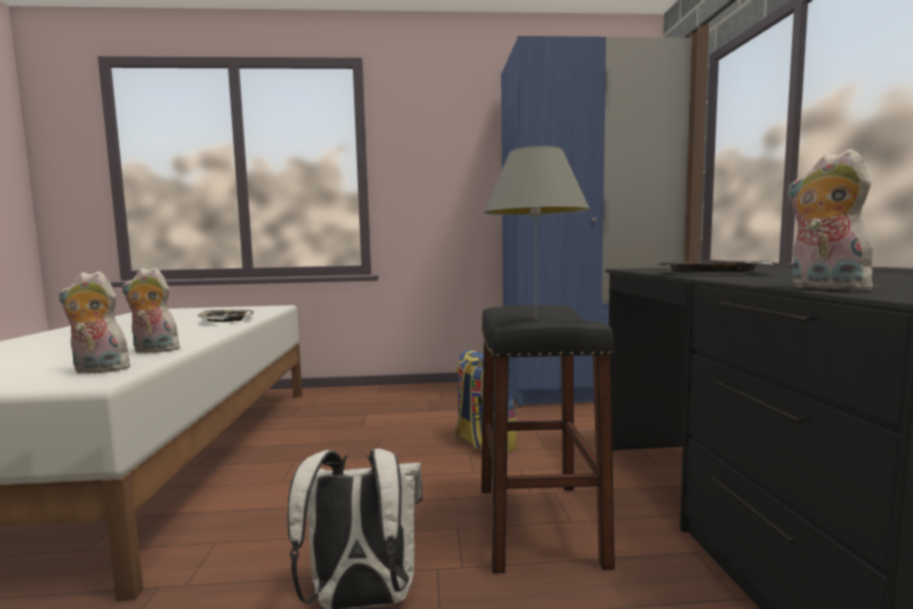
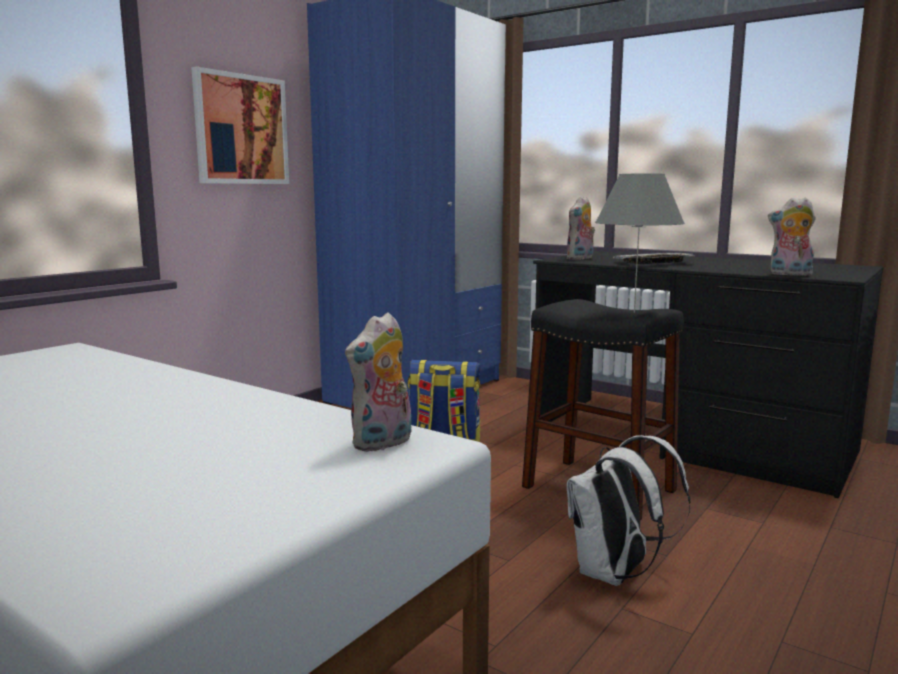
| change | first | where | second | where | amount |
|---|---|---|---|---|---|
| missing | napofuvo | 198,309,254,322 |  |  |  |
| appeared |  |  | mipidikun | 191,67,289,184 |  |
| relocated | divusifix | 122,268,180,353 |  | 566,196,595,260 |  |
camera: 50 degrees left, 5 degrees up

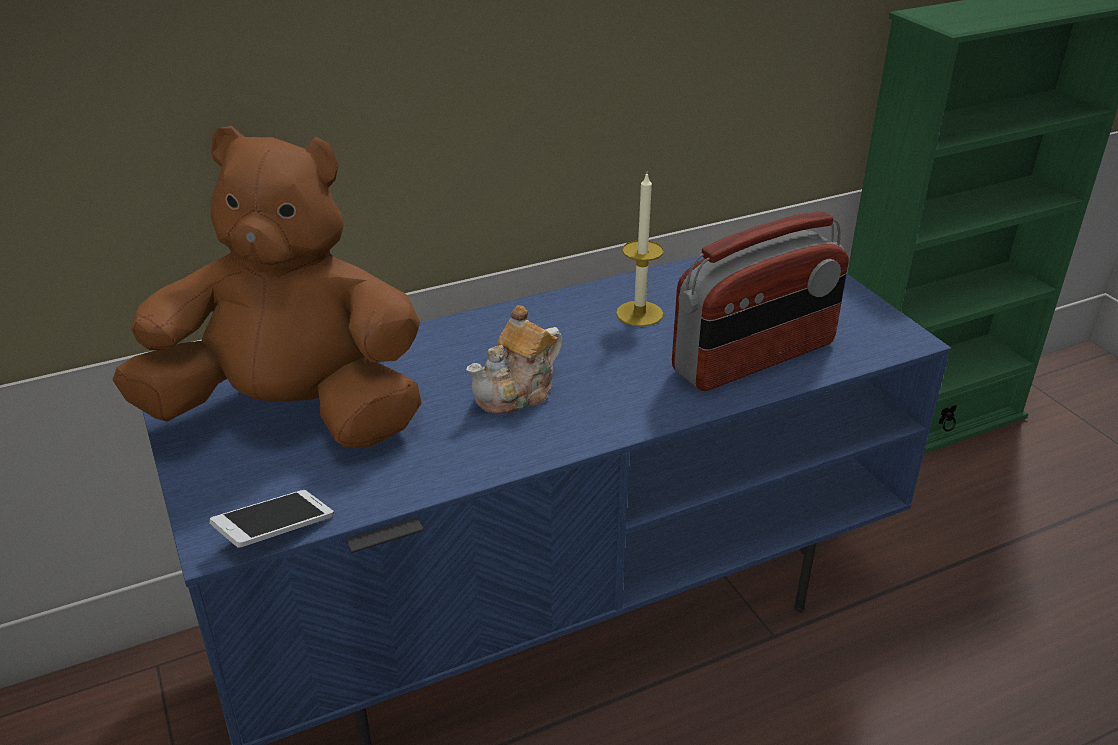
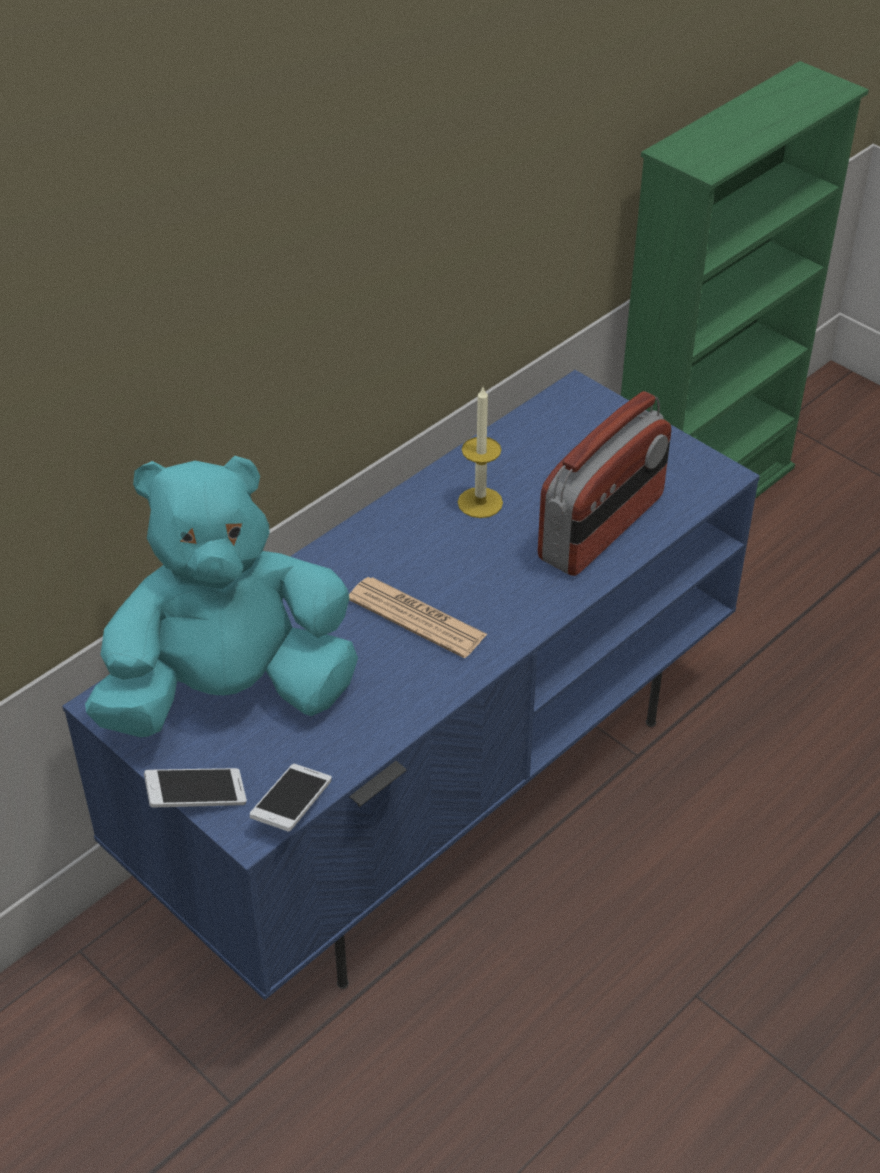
| change | first | where | second | where | amount |
|---|---|---|---|---|---|
| appeared |  |  | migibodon | 144,768,247,807 |  |
| exchanged | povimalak | 467,305,562,414 | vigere | 349,577,488,658 |  |
| colour | brown_divusifix | 112,126,422,447 | turquoise_divusifix | 85,456,358,737 |  |
camera: 20 degrees left, 10 degrees up

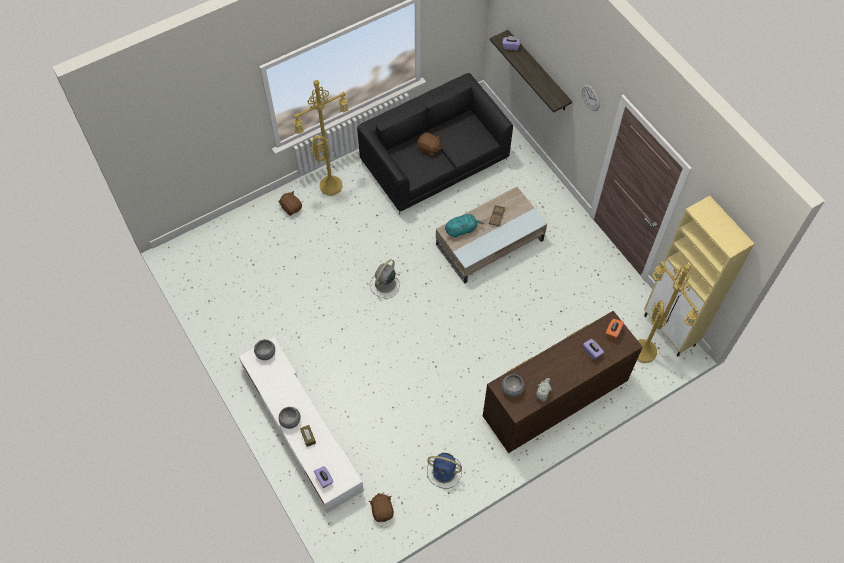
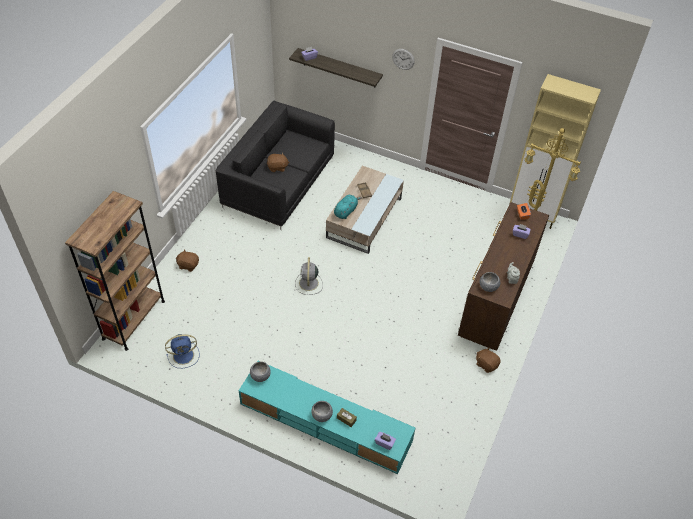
| change | first | where | second | where | amount |
|---|---|---|---|---|---|
| missing | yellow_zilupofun | 293,80,348,196 |  |  |  |
| appeared |  |  | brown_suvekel | 65,191,165,351 |  |
| relocated | brown_divusifix | 369,493,394,522 |  | 476,347,501,373 |  |
| relocated | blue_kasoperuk | 427,453,462,488 |  | 165,334,199,368 |  |
| colour | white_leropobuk | 239,338,364,513 | turquoise_leropobuk | 239,361,415,474 |  |
camera: 35 degrees left, 10 degrees down

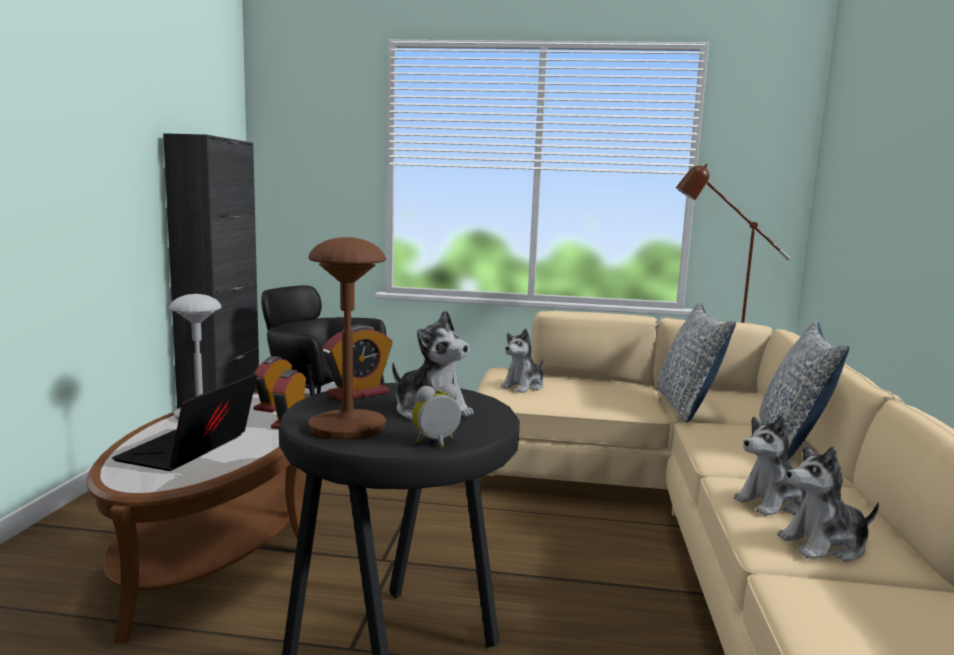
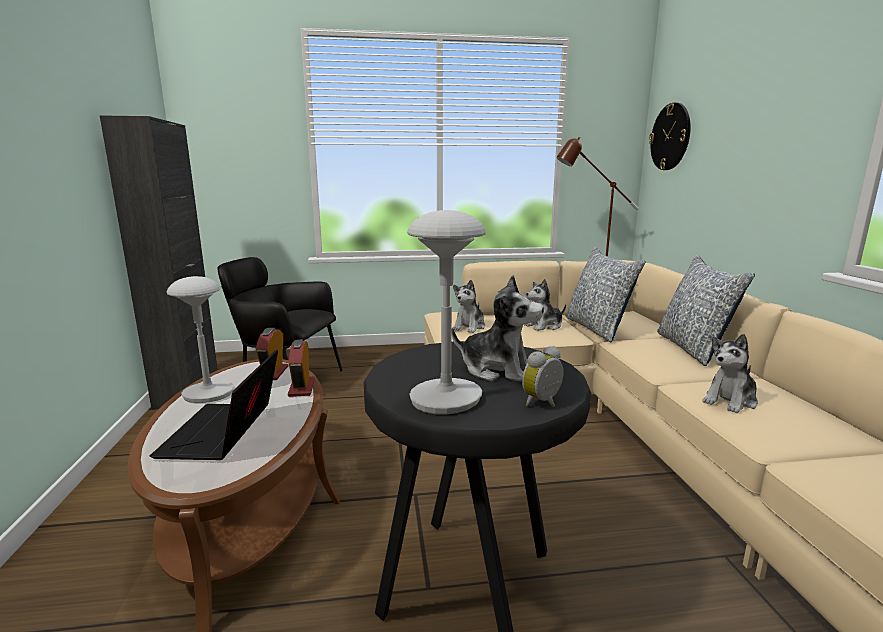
| change | first | where | second | where | amount |
|---|---|---|---|---|---|
| missing | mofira | 323,325,393,401 |  |  |  |
| appeared |  |  | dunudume | 649,103,691,170 |  |
| relocated | divusifix | 777,446,879,562 |  | 524,279,566,331 |  |
| colour | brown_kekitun | 308,237,386,439 | grey_kekitun | 407,210,486,414 |  |
camera: 15 degrees left, 5 degrees up

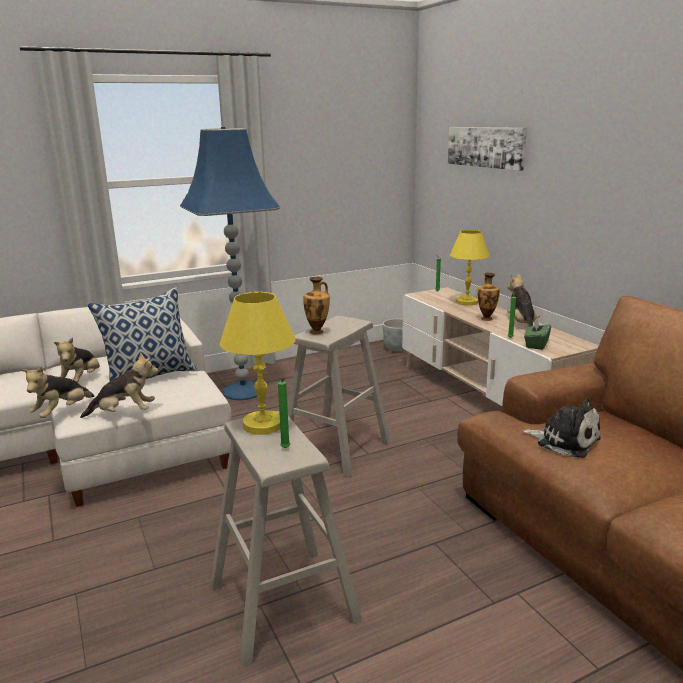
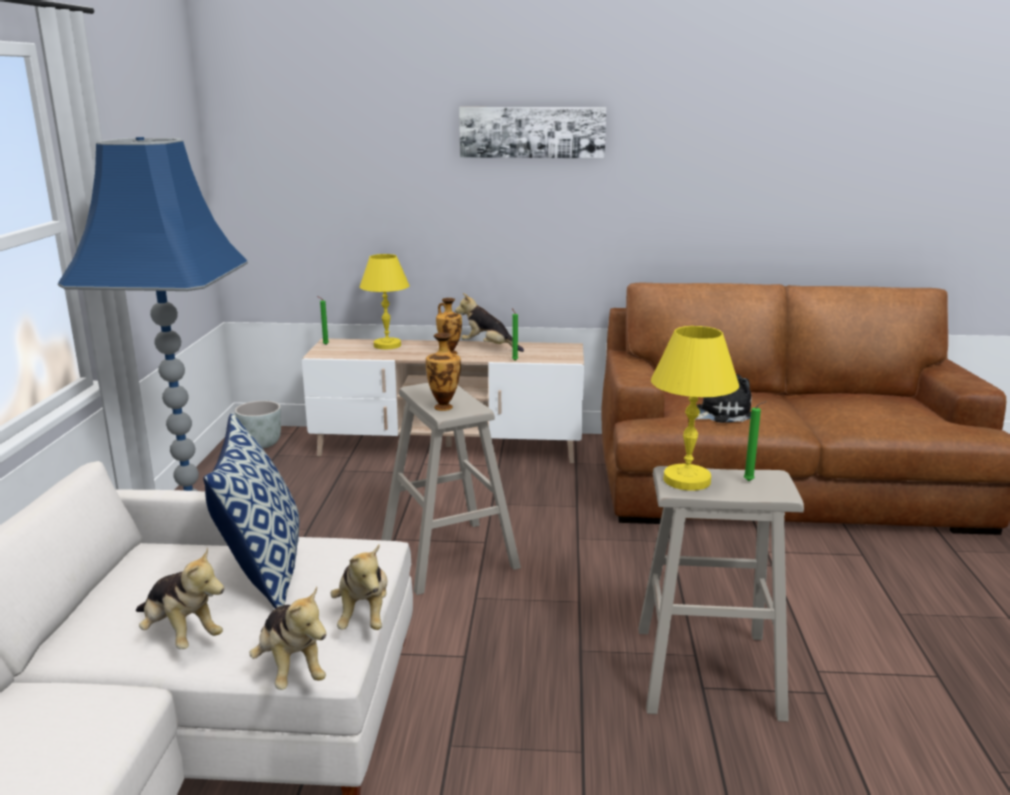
| change | first | where | second | where | amount |
|---|---|---|---|---|---|
| missing | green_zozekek | 524,319,551,350 |  |  |  |
| relocated | mipidikun | 448,127,527,171 |  | 459,107,607,158 |  |
| spun | divusifix | 80,352,158,418 |  | 330,544,388,630 | 150 degrees clockwise |
camera: 60 degrees left, 0 degrees up

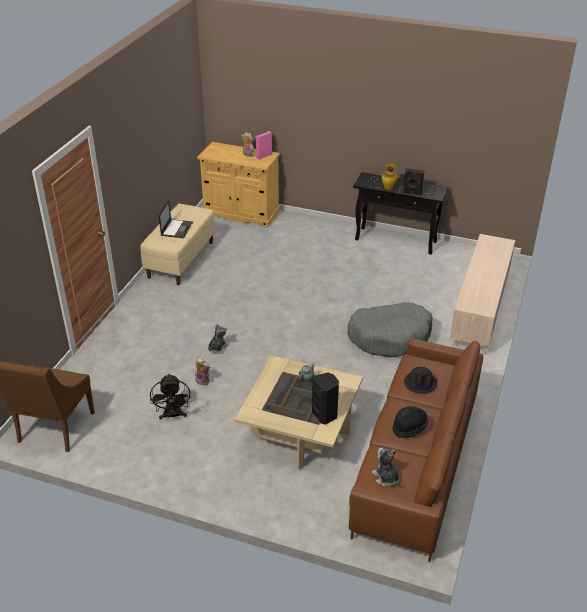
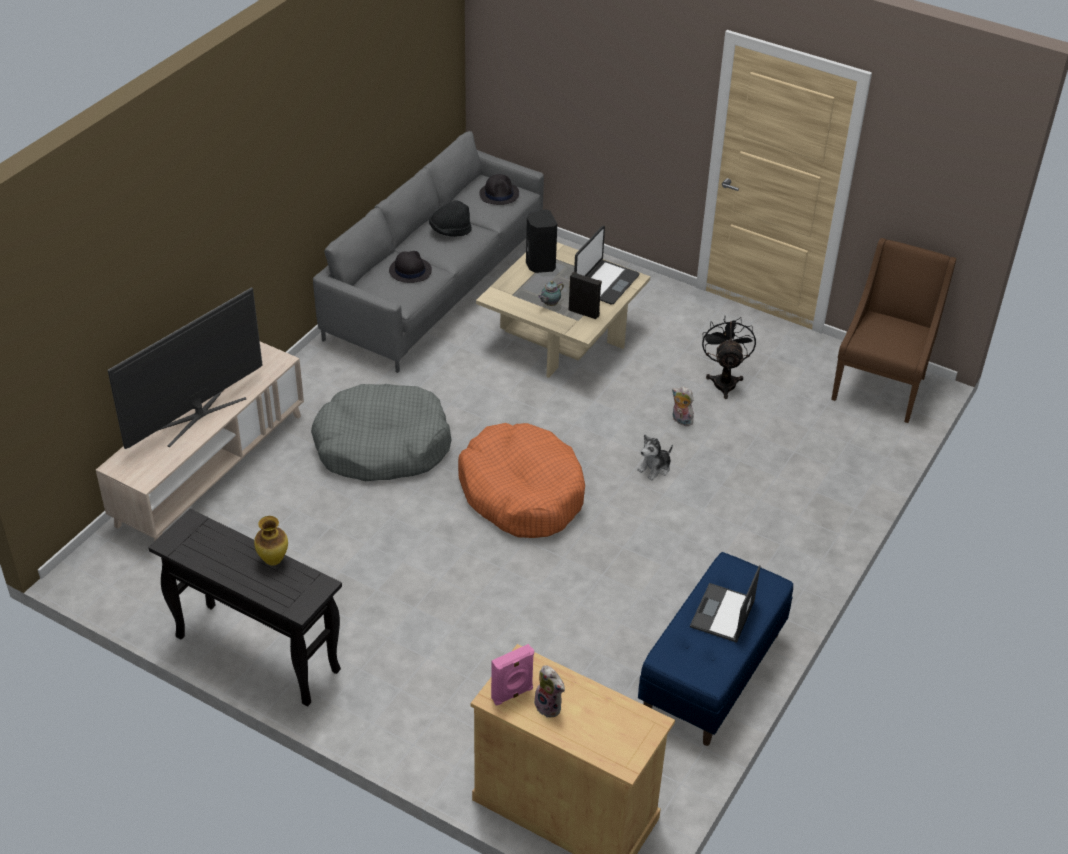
| change | first | where | second | where | amount |
|---|---|---|---|---|---|
| appeared |  |  | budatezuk | 108,287,262,449 |  |
| appeared |  |  | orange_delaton | 458,423,585,538 |  |
| appeared |  |  | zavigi | 574,226,640,304 |  |
| relocated | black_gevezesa | 403,168,425,195 |  | 569,272,602,319 |  |
| exchanged | divusifix | 372,448,398,486 | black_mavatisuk | 479,174,519,205 |  |
| colour | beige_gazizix | 140,204,215,285 | blue_gazizix | 638,552,793,746 |  |
| colour | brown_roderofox | 349,339,483,562 | grey_roderofox | 313,131,544,373 |  |
camera: 170 degrees left, 5 degrees up

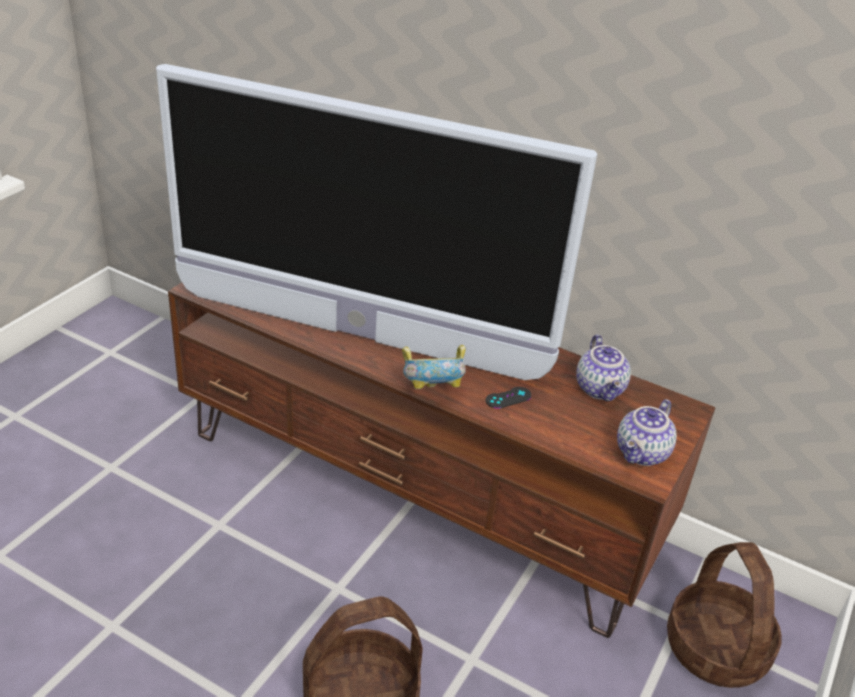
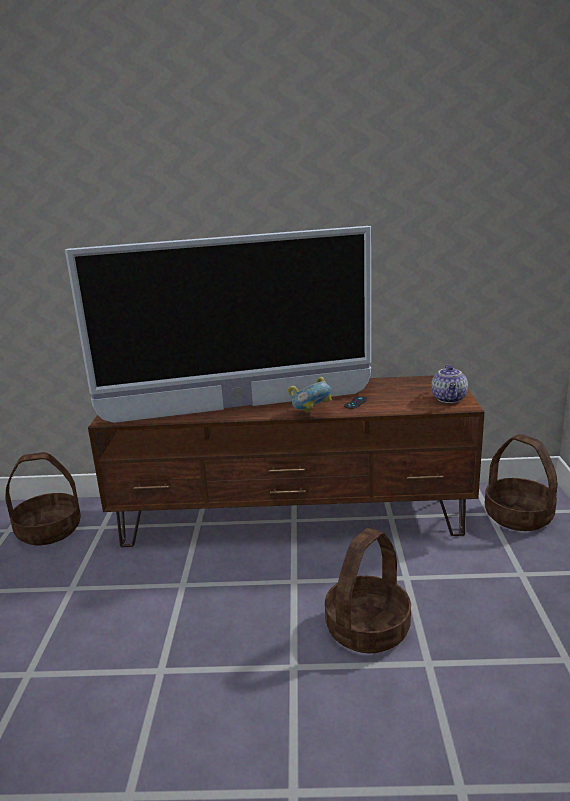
| change | first | where | second | where | amount |
|---|---|---|---|---|---|
| missing | povimalak | 576,335,631,402 |  |  |  |
| appeared |  |  | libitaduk | 5,452,81,545 |  |
camera: 25 degrees left, 15 degrees down

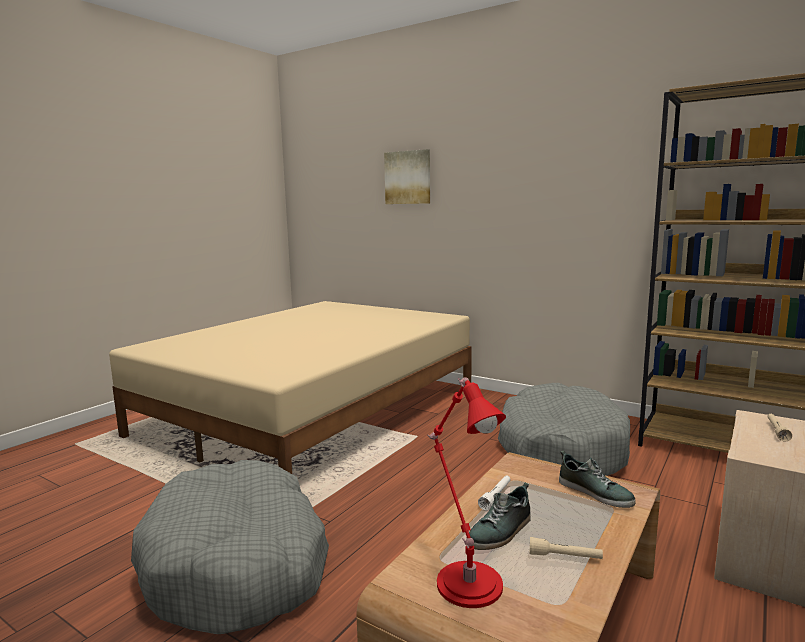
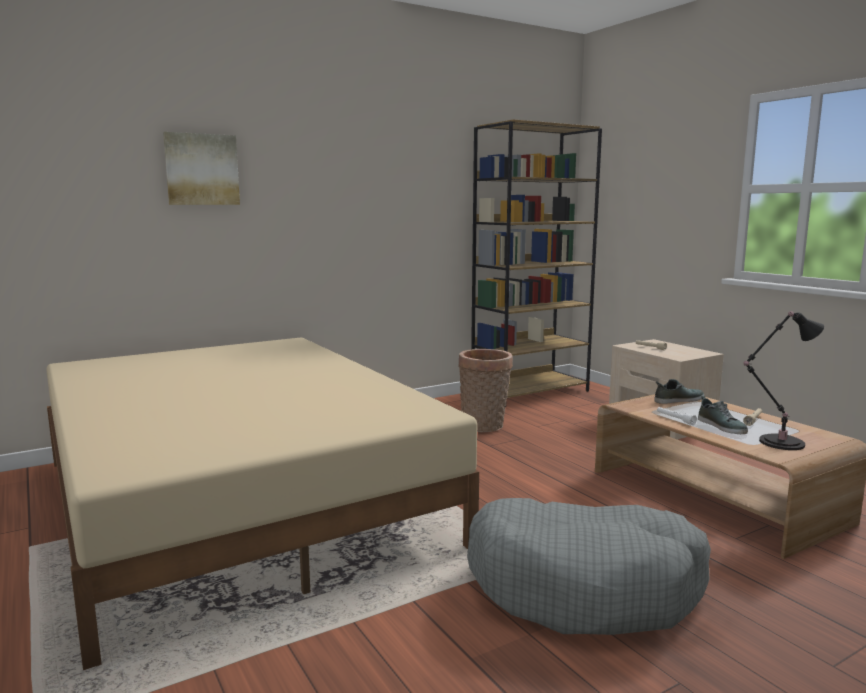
| change | first | where | second | where | amount |
|---|---|---|---|---|---|
| exchanged | grey_delaton | 498,383,630,476 | libitaduk | 458,349,513,432 |  |
| colour | red_kekitun | 427,377,506,608 | black_kekitun | 744,311,824,450 |  |
camera: 65 degrees left, 0 degrees up

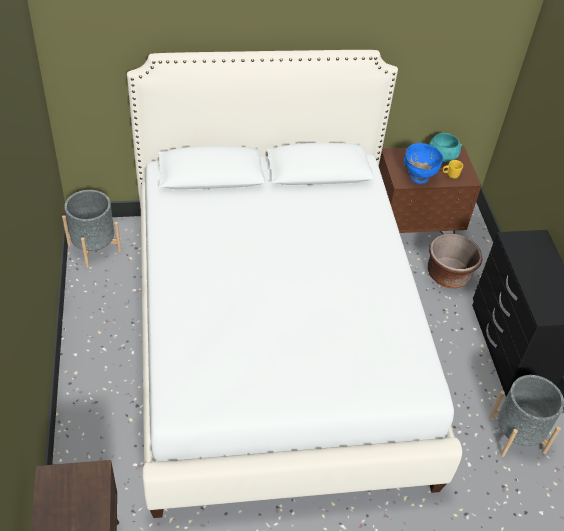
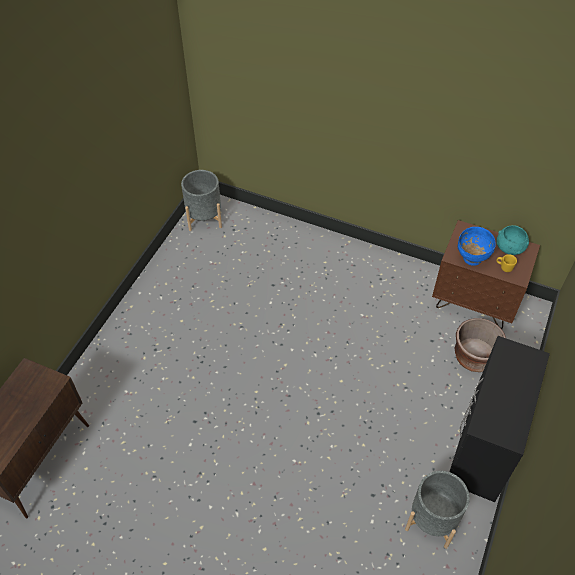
| change | first | where | second | where | amount |
|---|---|---|---|---|---|
| missing | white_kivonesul | 127,50,462,518 |  |  |  |
camera: 35 degrees right, 5 degrees up

